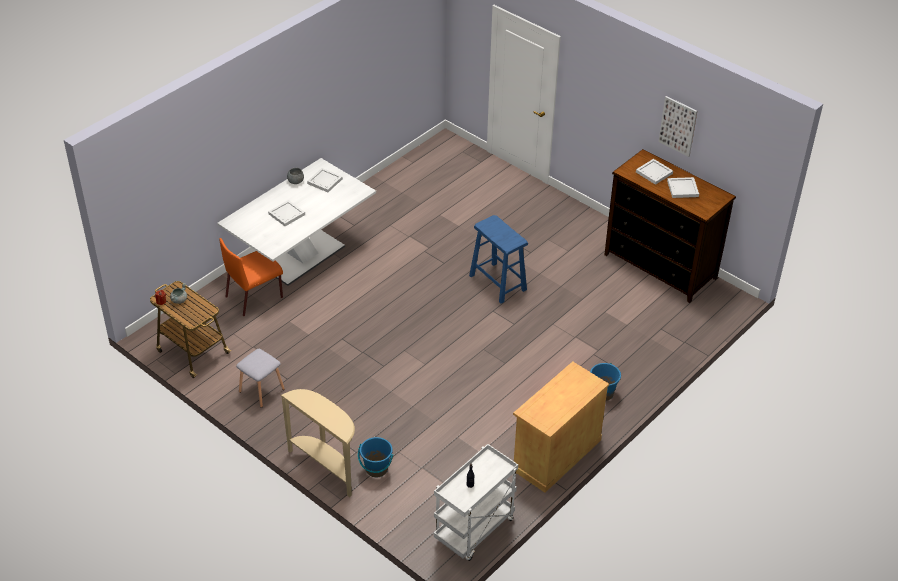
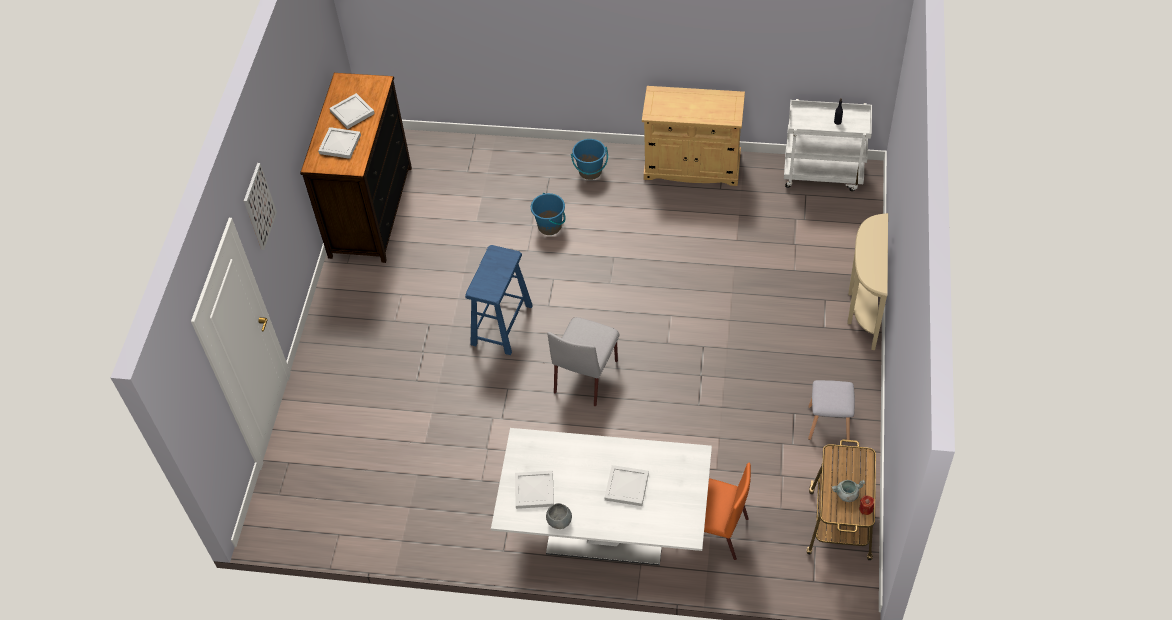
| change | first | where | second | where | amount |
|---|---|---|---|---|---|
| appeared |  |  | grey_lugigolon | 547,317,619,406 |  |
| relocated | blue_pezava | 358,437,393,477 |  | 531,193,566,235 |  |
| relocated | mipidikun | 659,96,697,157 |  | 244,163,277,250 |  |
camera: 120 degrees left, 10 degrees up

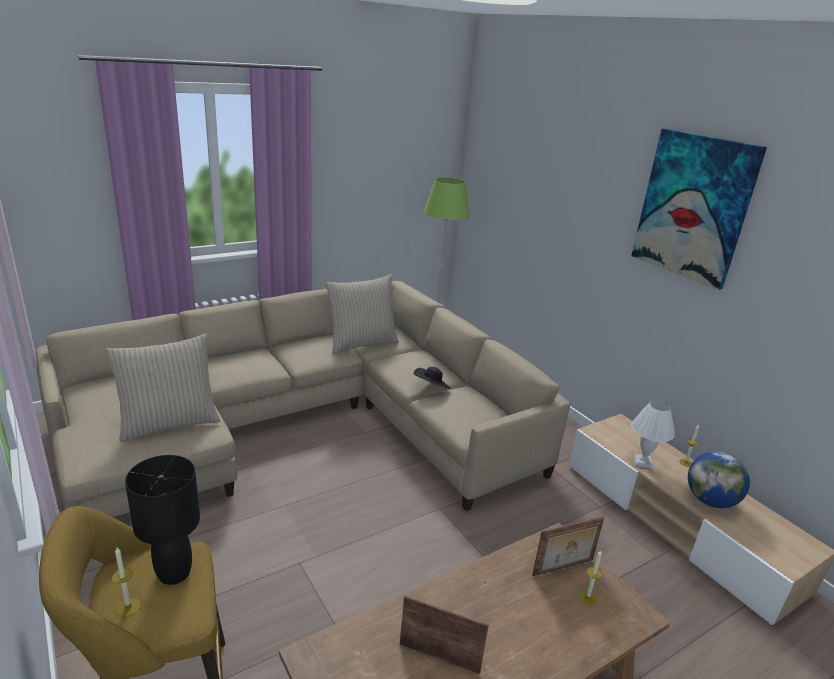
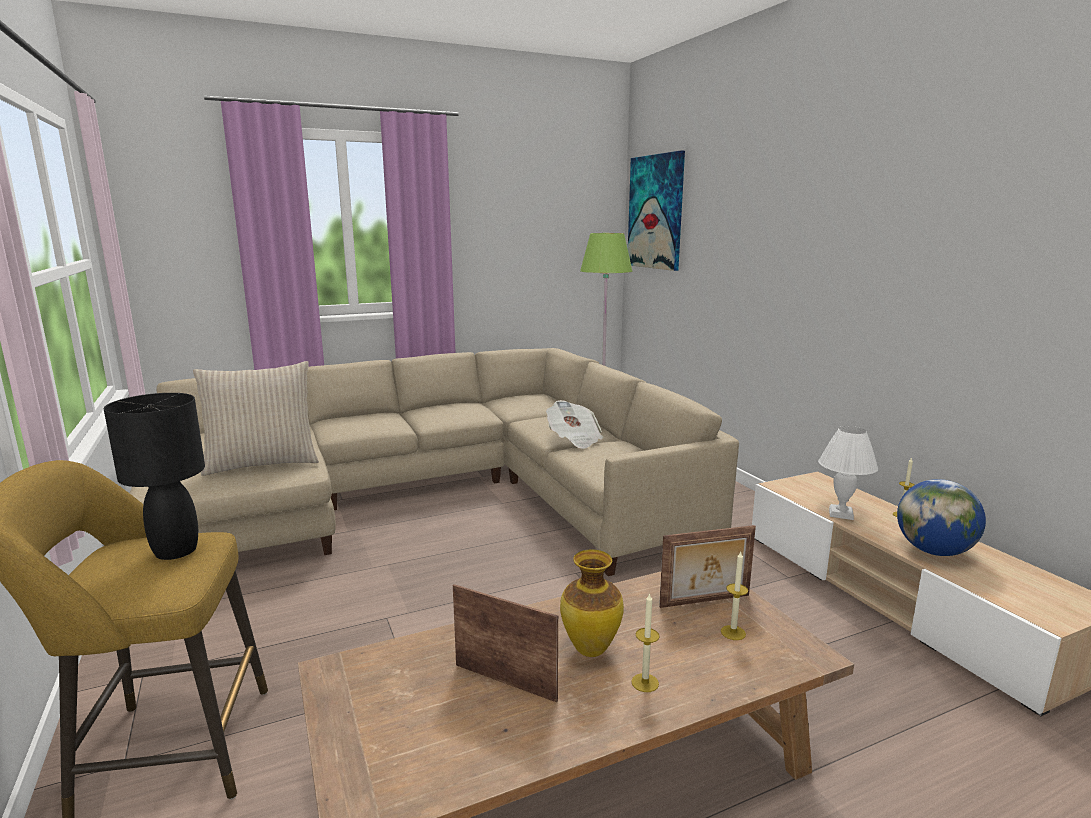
| change | first | where | second | where | amount |
|---|---|---|---|---|---|
| missing | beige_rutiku | 325,275,399,354 |  |  |  |
| appeared |  |  | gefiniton | 560,550,624,657 |  |
| relocated | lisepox | 112,547,140,617 |  | 631,593,660,692 |  |
| relocated | mipidikun | 631,128,767,290 |  | 628,150,685,271 |  |
| exchanged | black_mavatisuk | 414,367,450,389 | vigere | 546,400,604,449 |  |
camera: 10 degrees right, 10 degrees down

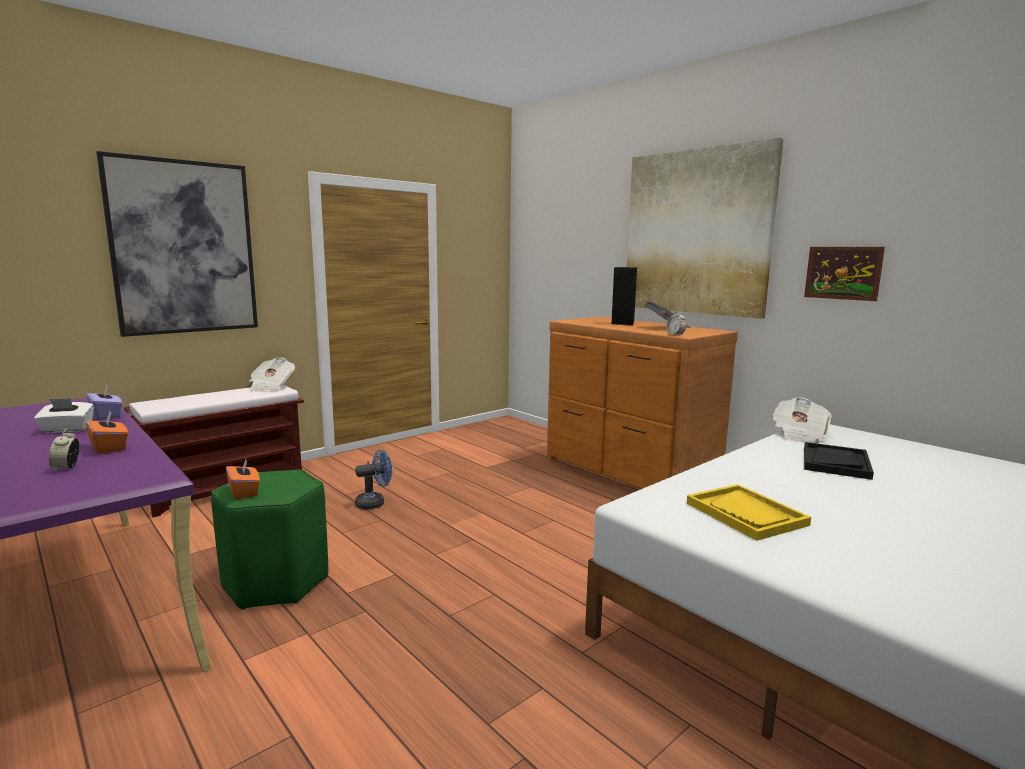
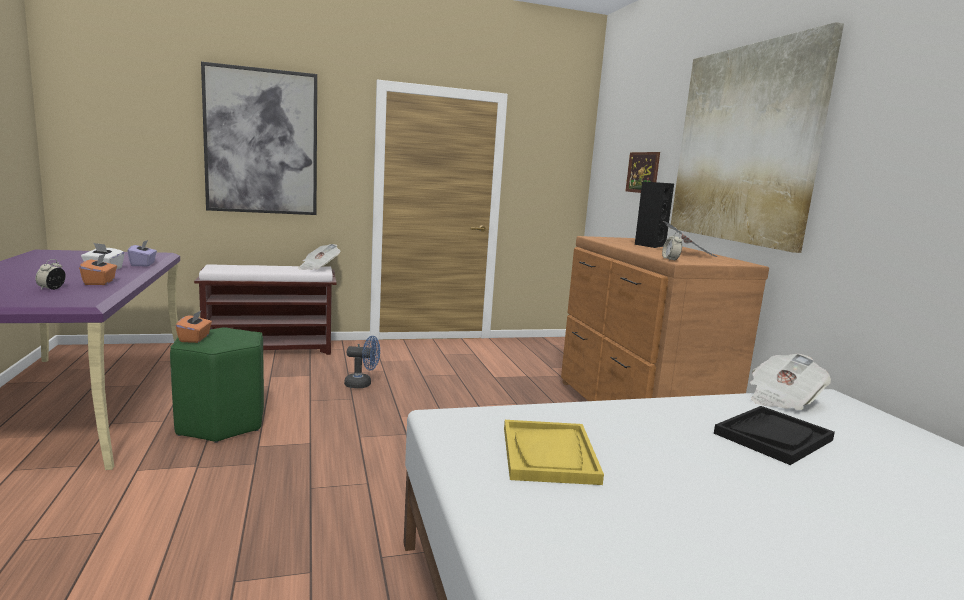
| change | first | where | second | where | amount |
|---|---|---|---|---|---|
| relocated | mipidikun | 804,247,885,301 |  | 625,152,660,193 |  |
camera: 25 degrees right, 0 degrees up

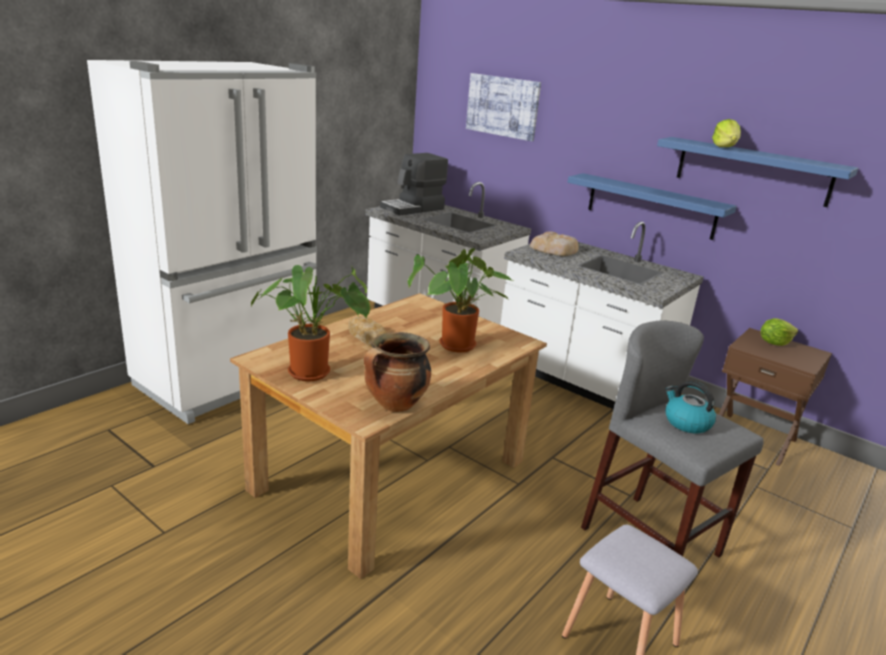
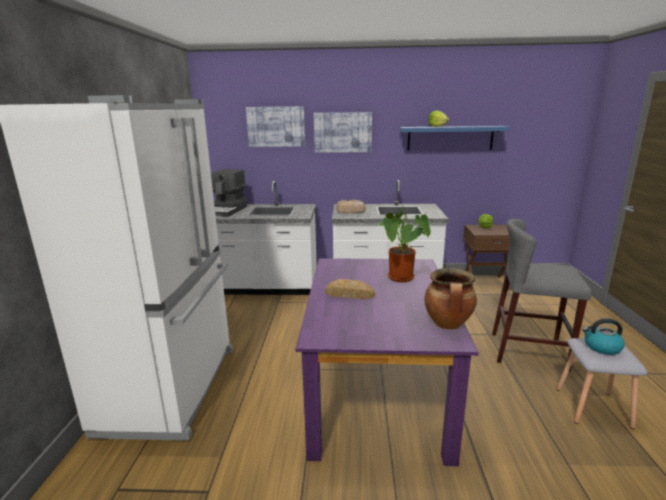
| change | first | where | second | where | amount |
|---|---|---|---|---|---|
| missing | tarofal | 251,265,370,382 |  |  |  |
| missing | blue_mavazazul | 567,173,737,240 |  |  |  |
| appeared |  |  | mipidikun | 314,112,372,153 |  |
| relocated | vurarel | 665,381,716,433 |  | 582,318,625,355 |  |
| colour | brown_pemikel | 230,293,547,579 | purple_pemikel | 296,258,479,466 |  |
camera: 35 degrees left, 5 degrees down

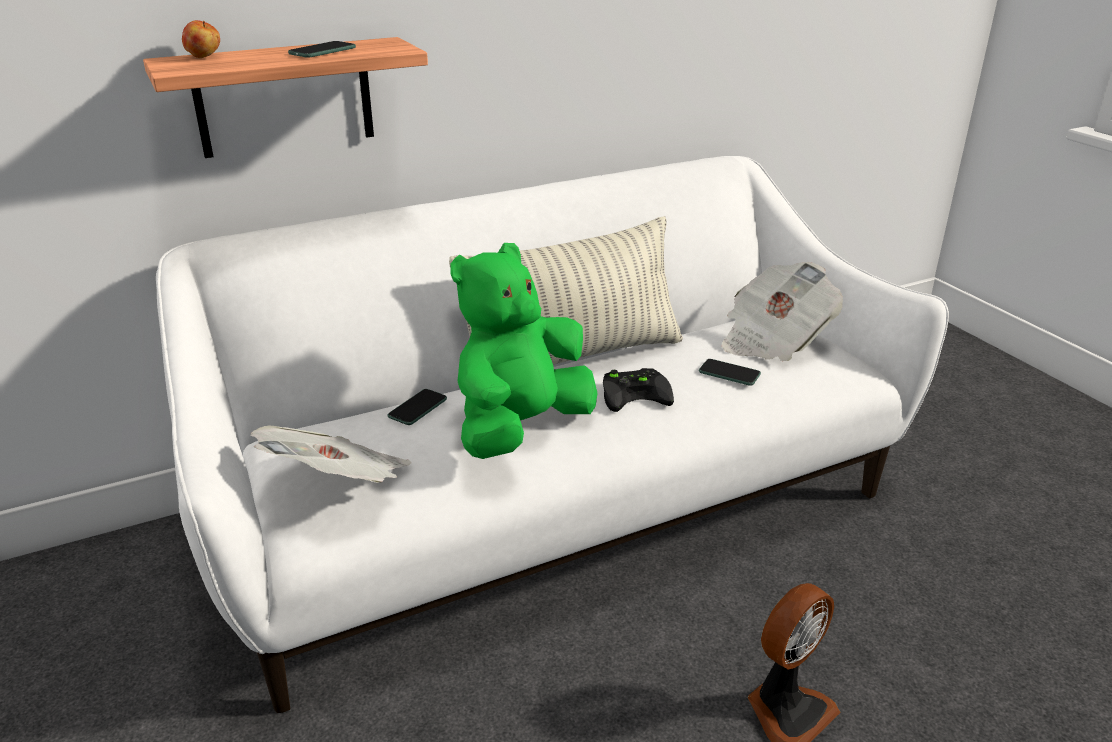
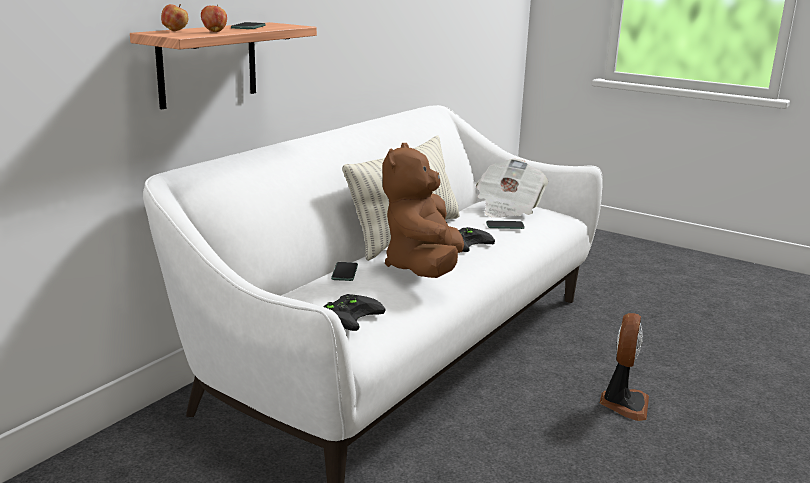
| change | first | where | second | where | amount |
|---|---|---|---|---|---|
| appeared |  |  | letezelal | 201,4,227,32 |  |
| exchanged | vigere | 250,425,412,483 | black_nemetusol | 324,294,386,331 |  |
| colour | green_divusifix | 450,243,598,459 | brown_divusifix | 382,143,464,278 |  |
camera: 30 degrees left, 10 degrees down

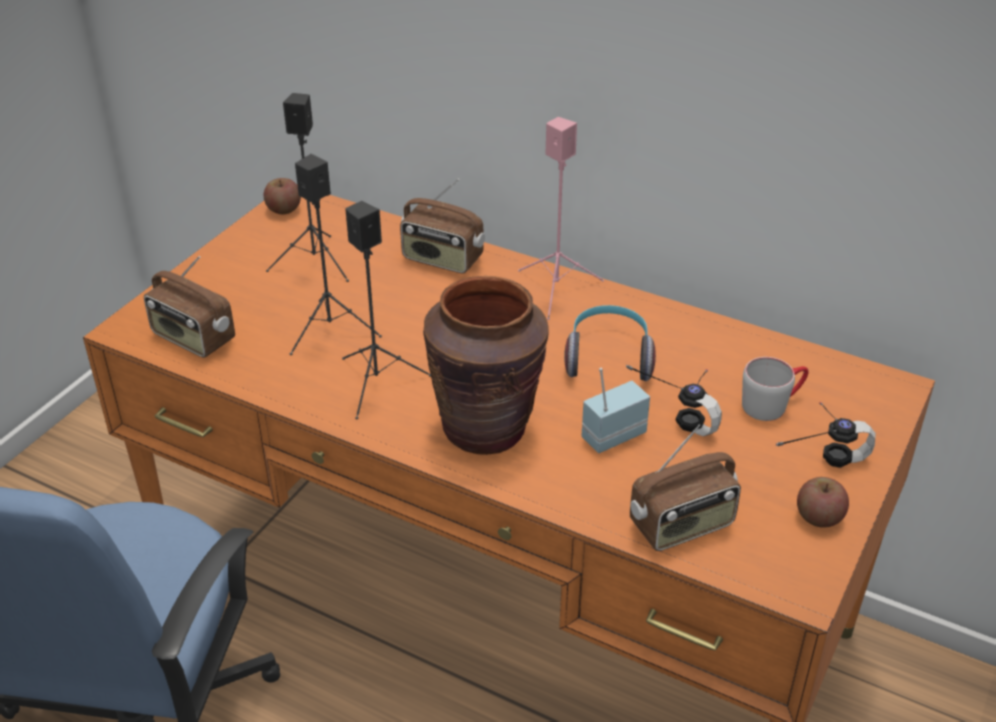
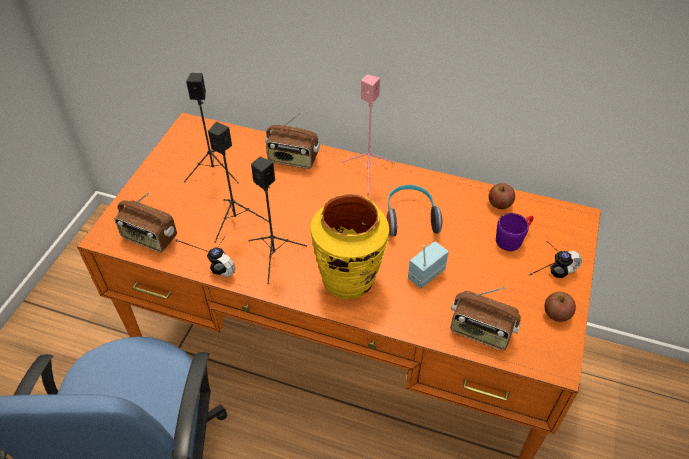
| change | first | where | second | where | amount |
|---|---|---|---|---|---|
| relocated | letezelal | 264,178,301,214 |  | 489,183,515,209 |  |
| relocated | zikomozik | 626,365,722,436 |  | 175,235,235,278 |  |
| colour | brown_gefiniton | 423,276,549,455 | yellow_gefiniton | 311,194,389,300 |  |
| colour | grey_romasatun | 742,357,809,421 | purple_romasatun | 496,213,534,251 |  |
| spun | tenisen | 630,425,741,551 |  | 451,287,521,350 | 60 degrees clockwise |
camera: 10 degrees left, 10 degrees up

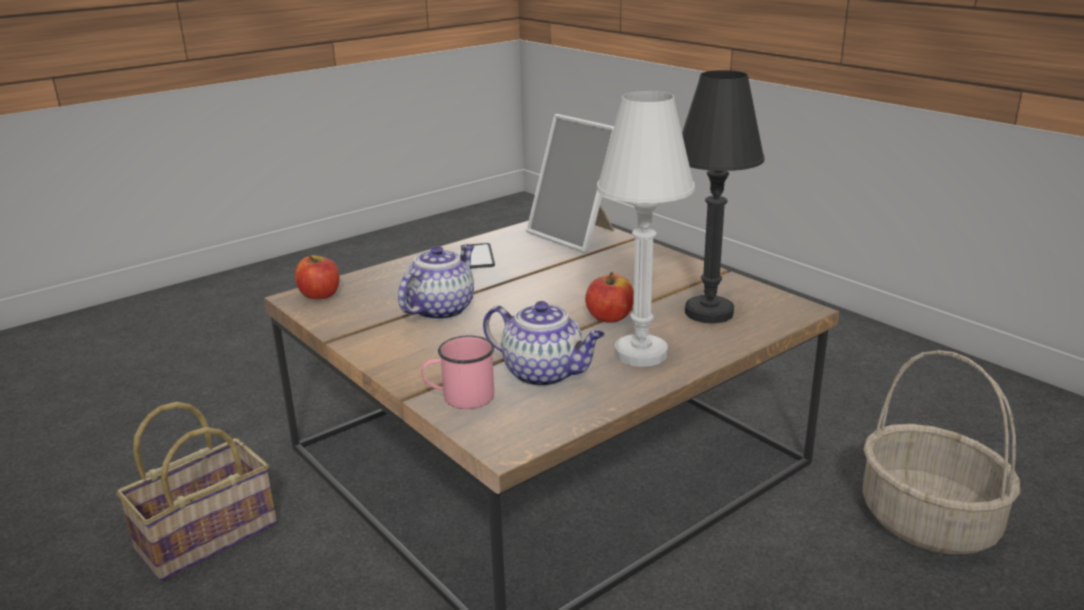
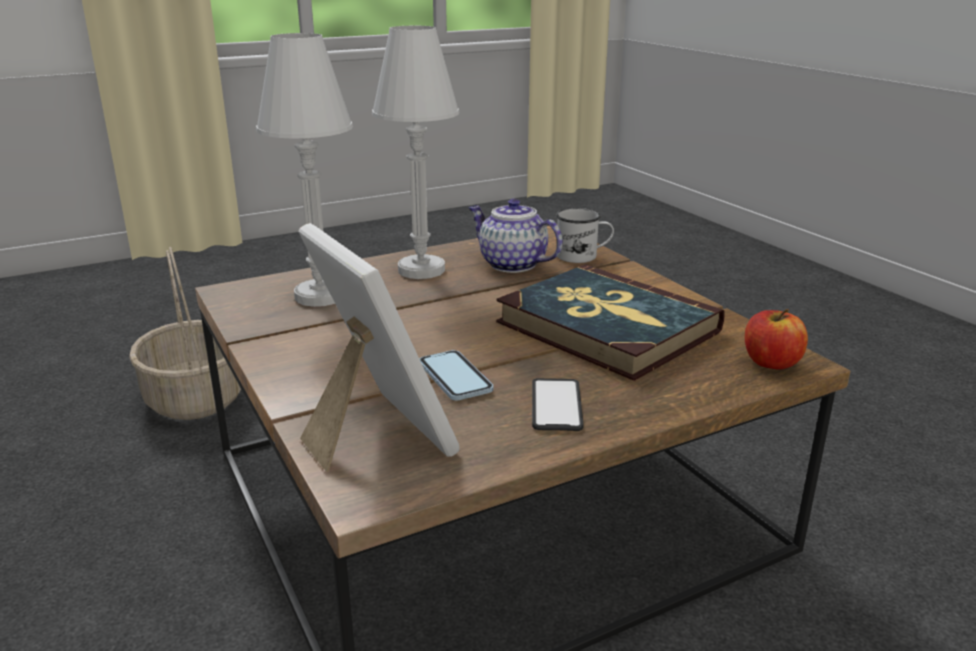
| change | first | where | second | where | amount |
|---|---|---|---|---|---|
| missing | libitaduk | 116,402,277,582 |  |  |  |
| missing | letezelal | 585,272,634,323 |  |  |  |
| appeared |  |  | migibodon | 420,350,493,401 |  |
| exchanged | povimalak | 398,245,474,320 | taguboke | 496,264,724,381 |  |
| colour | pink_romasatun | 421,336,494,409 | white_romasatun | 556,208,614,263 |  |
| colour | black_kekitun | 682,70,765,324 | white_kekitun | 256,33,353,307 |  |
camera: 170 degrees left, 0 degrees up

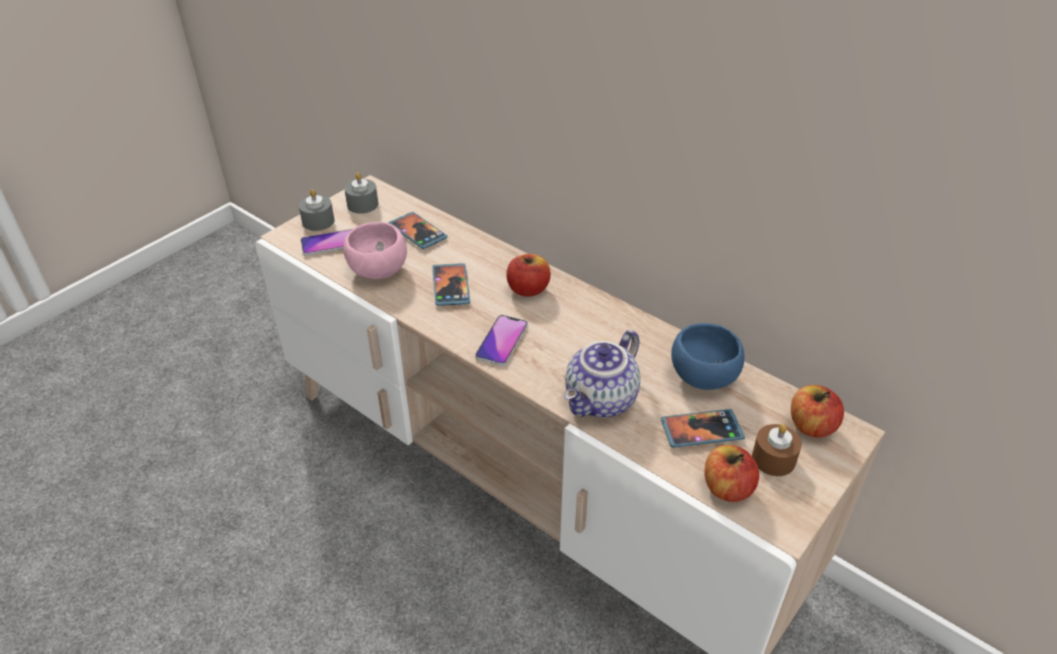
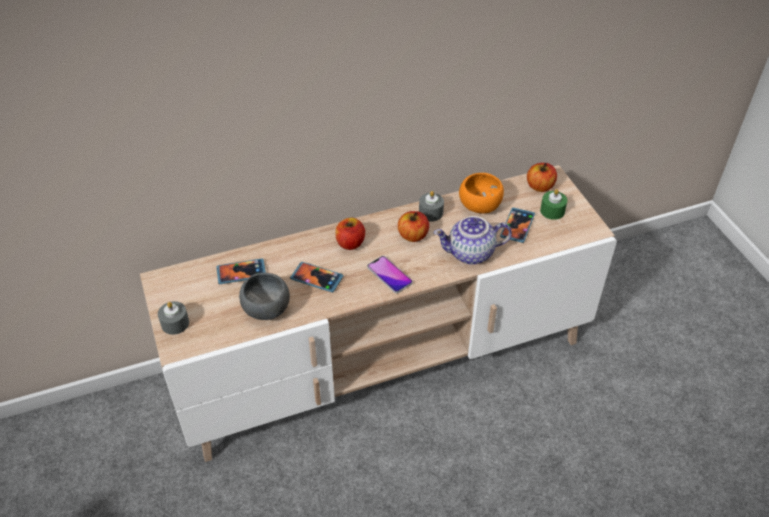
| change | first | where | second | where | amount |
|---|---|---|---|---|---|
| missing | migibodon | 300,229,352,256 |  |  |  |
| relocated | grey_lisepox | 344,172,378,214 |  | 419,191,444,221 |  |
| relocated | letezelal | 704,445,759,502 |  | 398,211,429,242 |  |
| colour | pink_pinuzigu | 344,222,407,279 | grey_pinuzigu | 239,273,290,320 |  |
| colour | blue_pinuzigu | 671,323,744,390 | orange_pinuzigu | 459,173,504,214 |  |
| colour | brown_lisepox | 752,424,802,476 | green_lisepox | 540,189,567,220 |  |
| spun | povimalak | 564,330,640,418 |  | 434,216,512,265 | 105 degrees clockwise |
camera: 60 degrees left, 5 degrees up

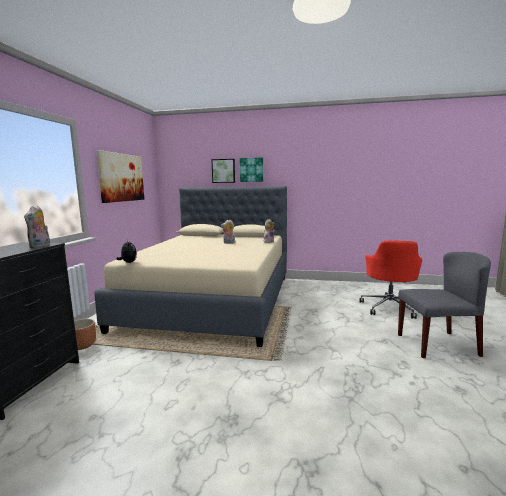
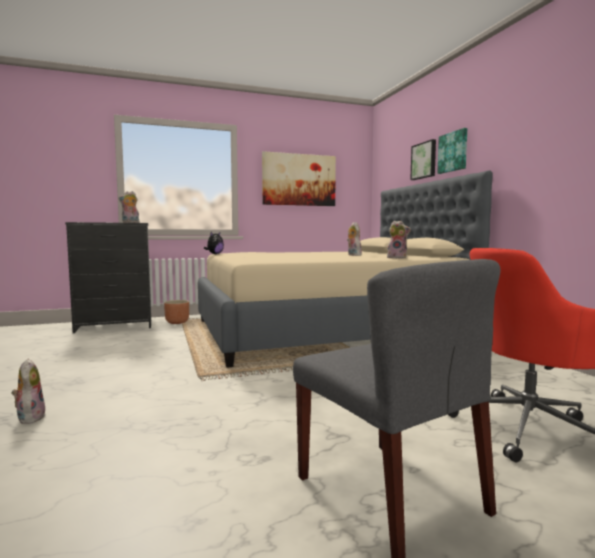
| change | first | where | second | where | amount |
|---|---|---|---|---|---|
| appeared |  |  | divusifix | 11,359,46,424 |  |
camera: 60 degrees right, 5 degrees down

